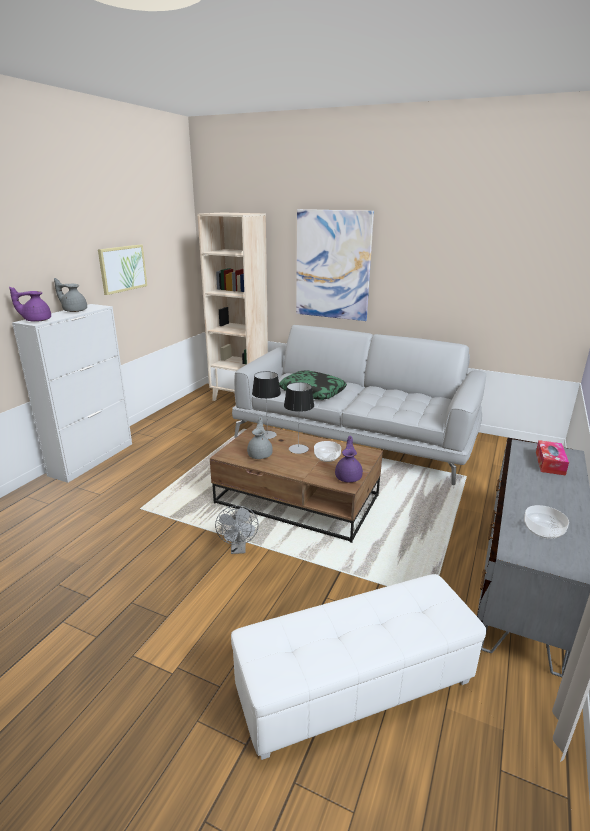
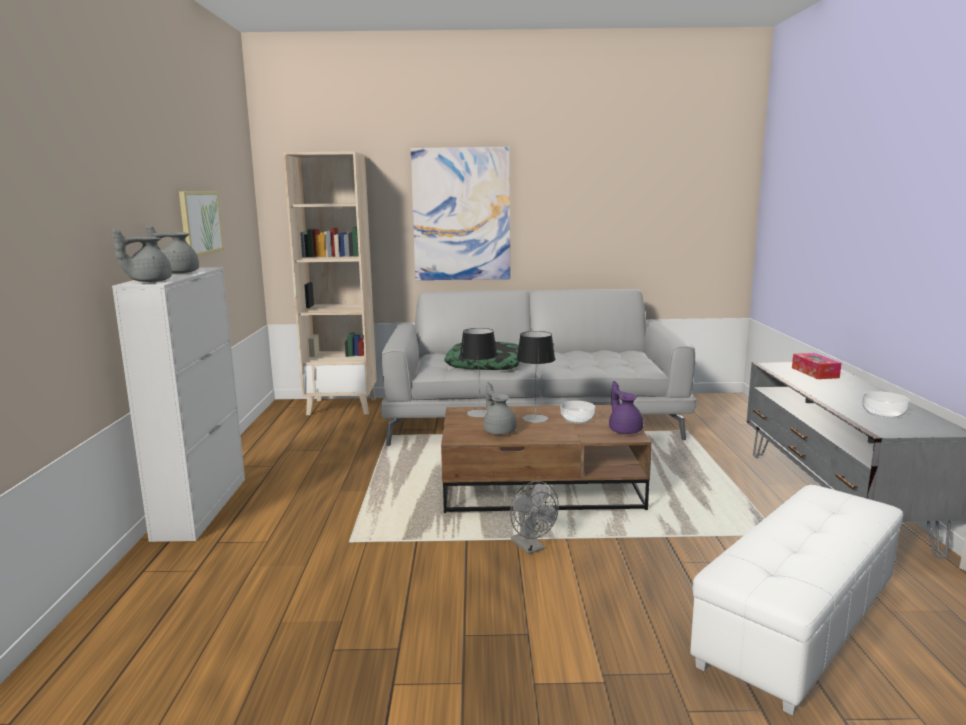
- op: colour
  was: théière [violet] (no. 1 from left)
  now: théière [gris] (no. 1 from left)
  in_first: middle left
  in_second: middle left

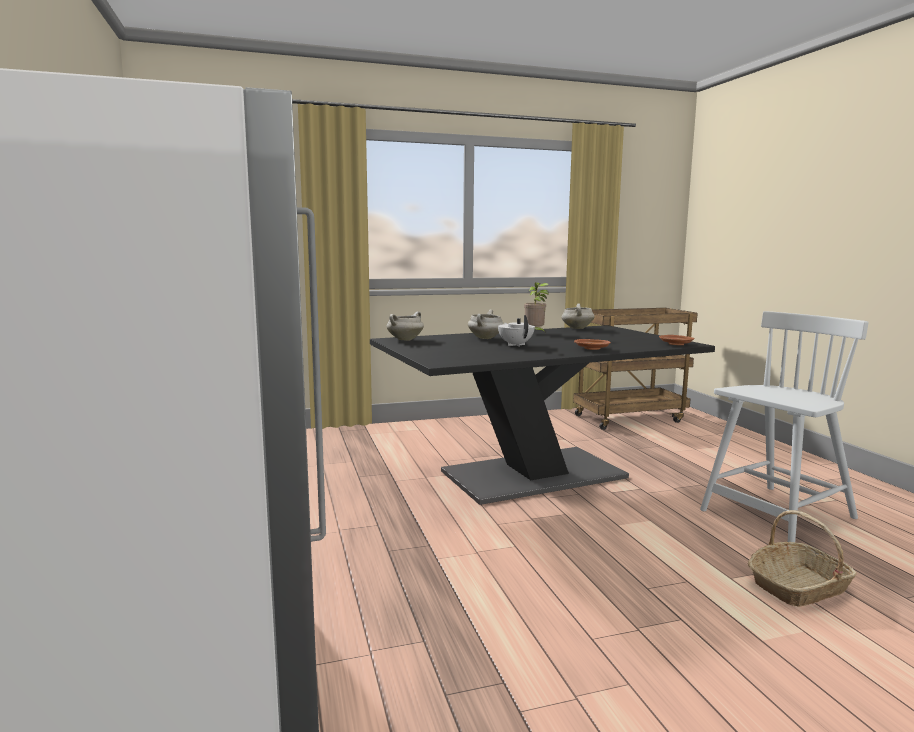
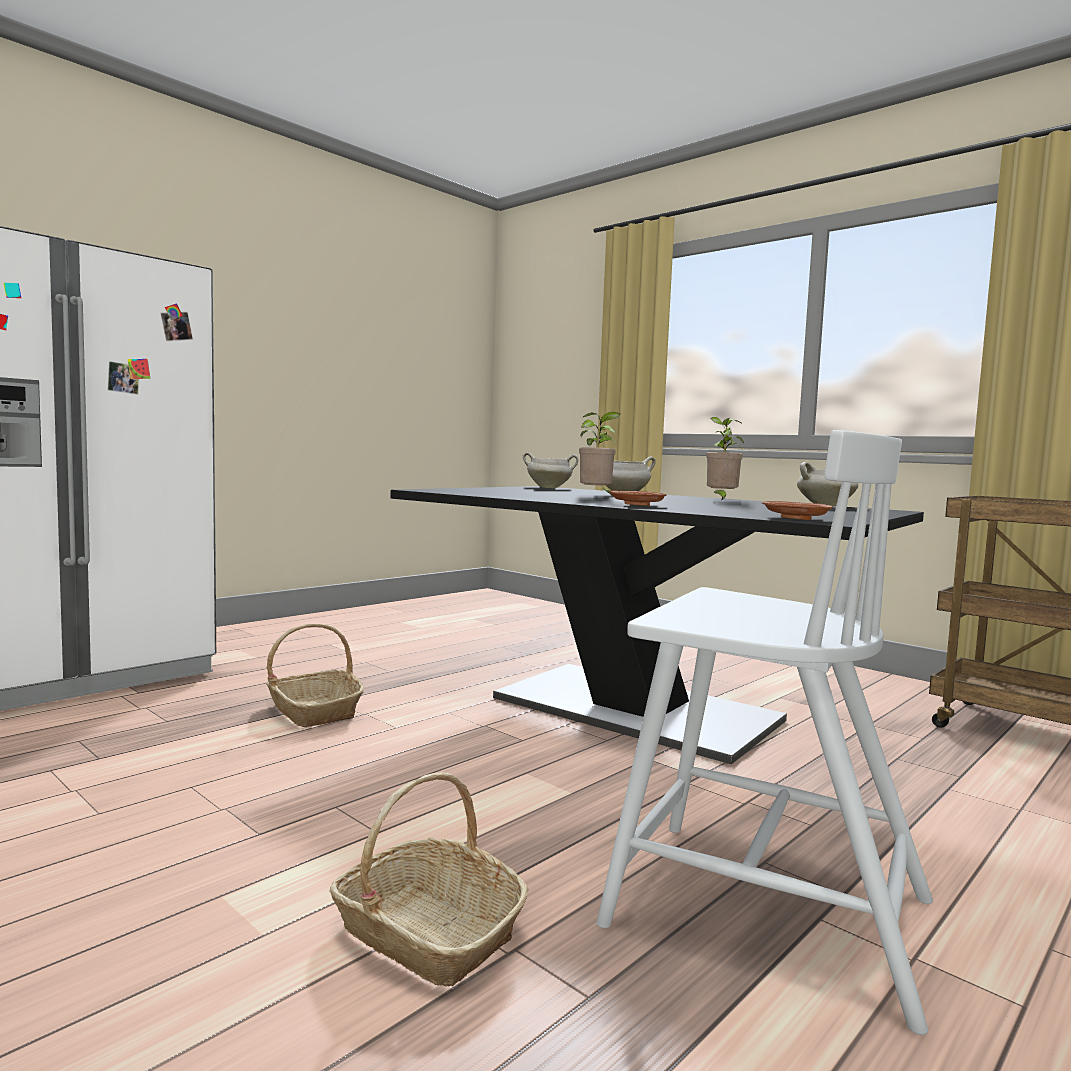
- op: appeared
  now: panier (no. 1 from left)
  in_second: middle left
- op: exchanged
  was: théière [blanc]
  now: plante en pot (no. 1 from left)
  in_first: centre
  in_second: centre

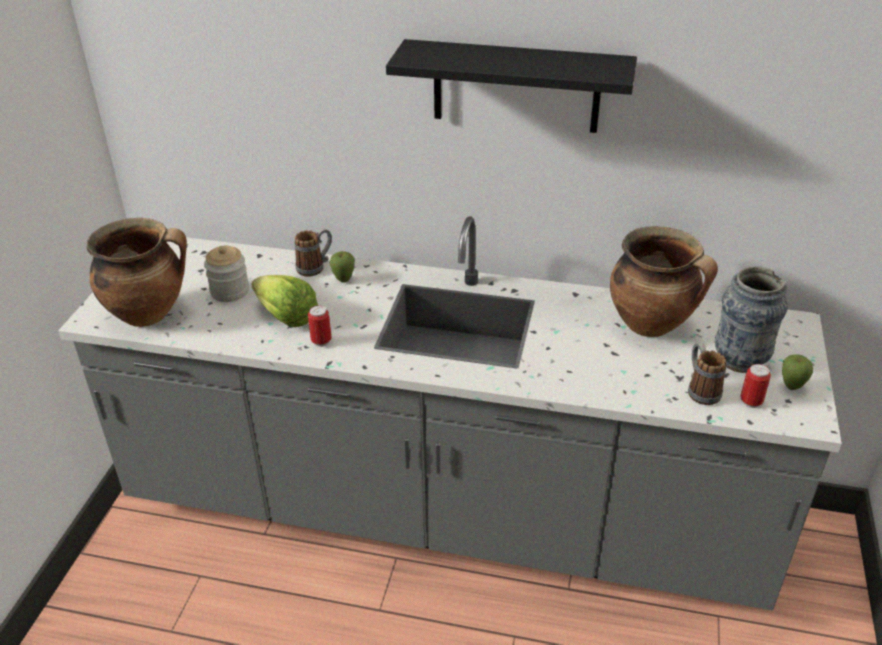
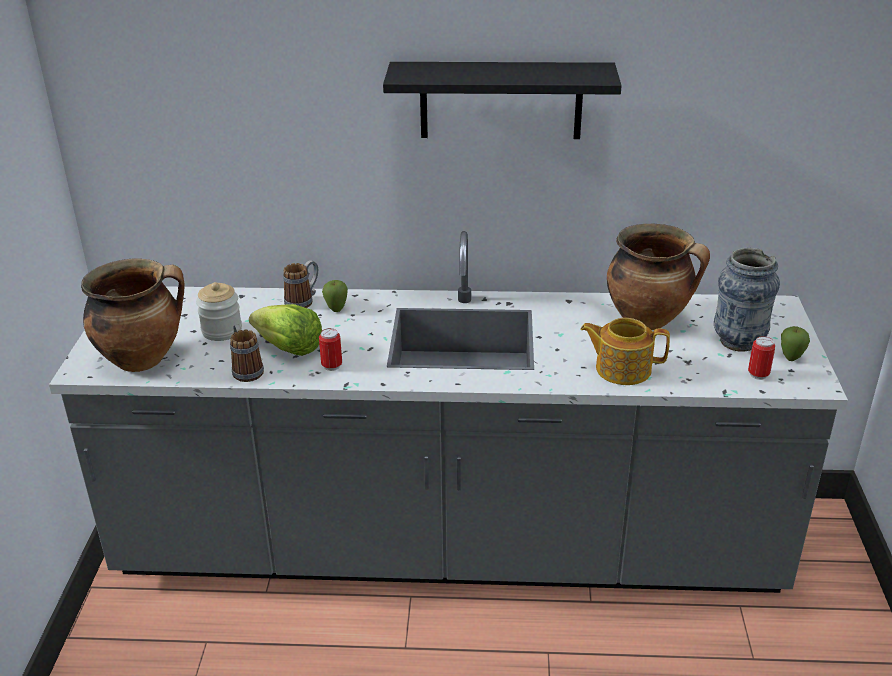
- op: appeared
  now: théière
  in_second: middle right
- op: relocated
  was: mug (no. 2 from left in the first image)
  now: mug (no. 1 from left)
  in_first: middle right
  in_second: middle left

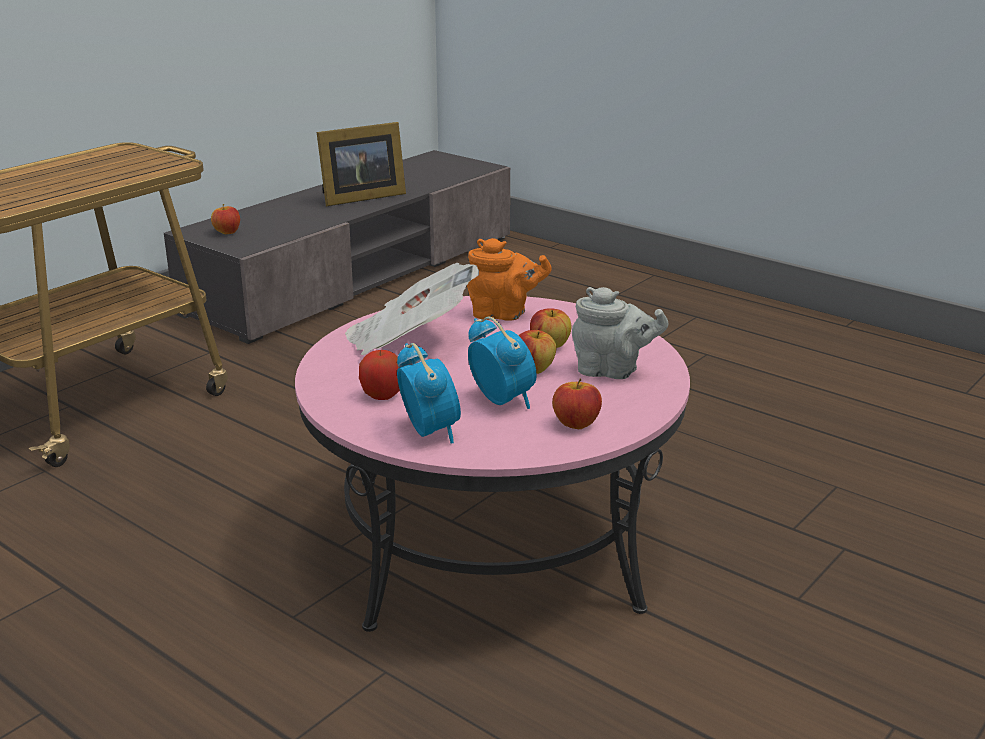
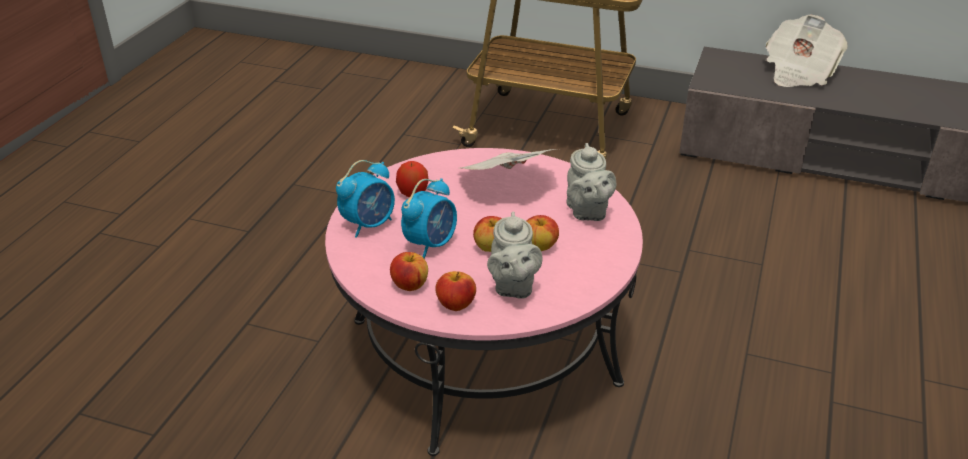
- op: missing
  was: cadre photo
  in_first: top centre
- op: appeared
  now: journal (no. 2 from left)
  in_second: top right
- op: relocated
  was: pomme (no. 1 from left in the first image)
  now: pomme (no. 3 from left)
  in_first: top left
  in_second: centre
- op: colour
  was: théière [orange]
  now: théière [gris] (no. 2 from left)
  in_first: centre
  in_second: centre

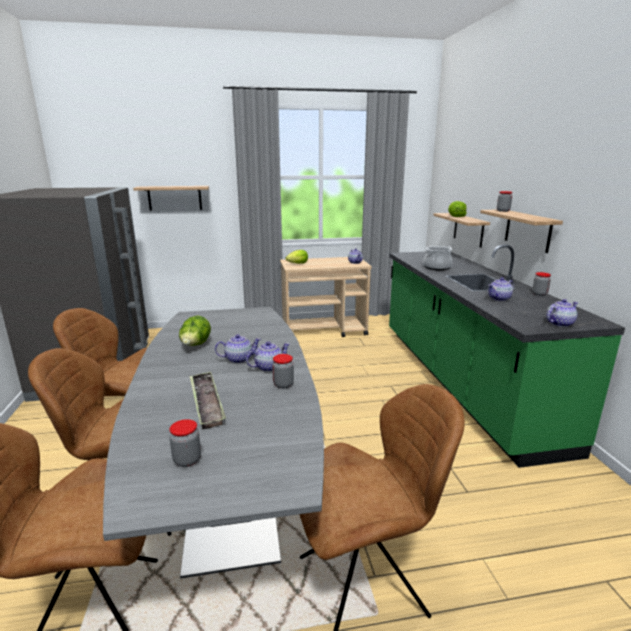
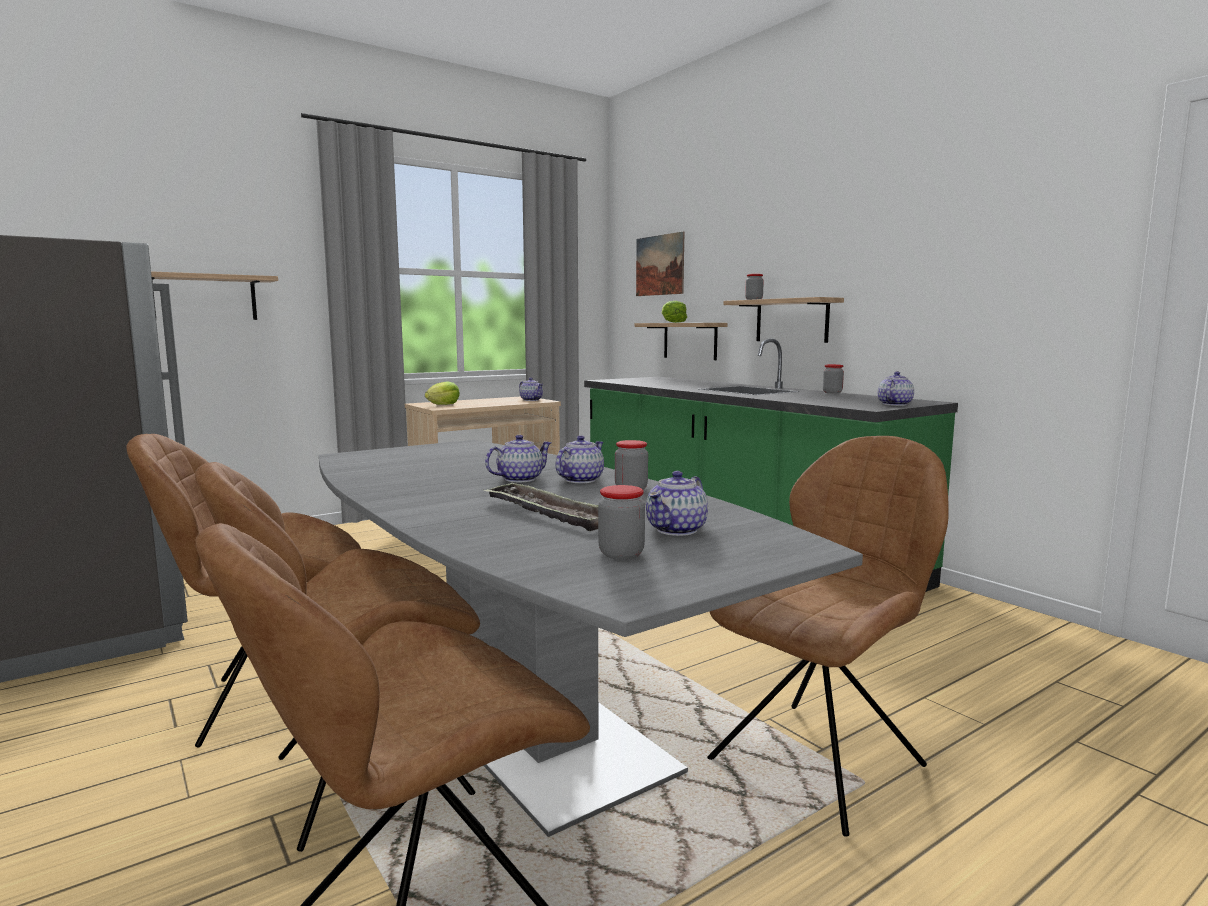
- op: missing
  was: laitue (no. 1 from left)
  in_first: middle left
- op: missing
  was: marmite
  in_first: middle right
- op: appeared
  now: tableau
  in_second: top centre
- op: relocated
  was: théière (no. 4 from left)
  in_first: middle right
  in_second: centre

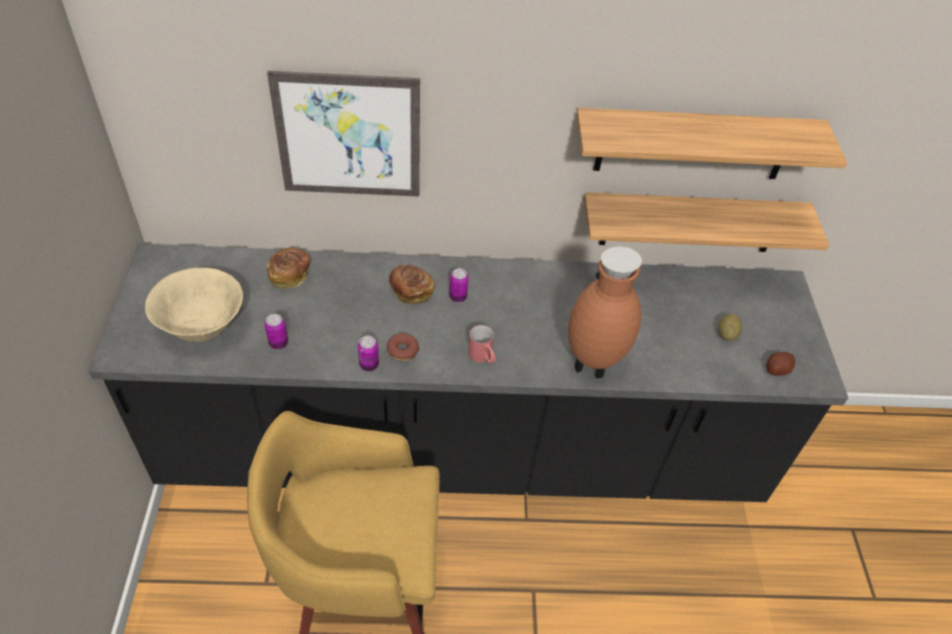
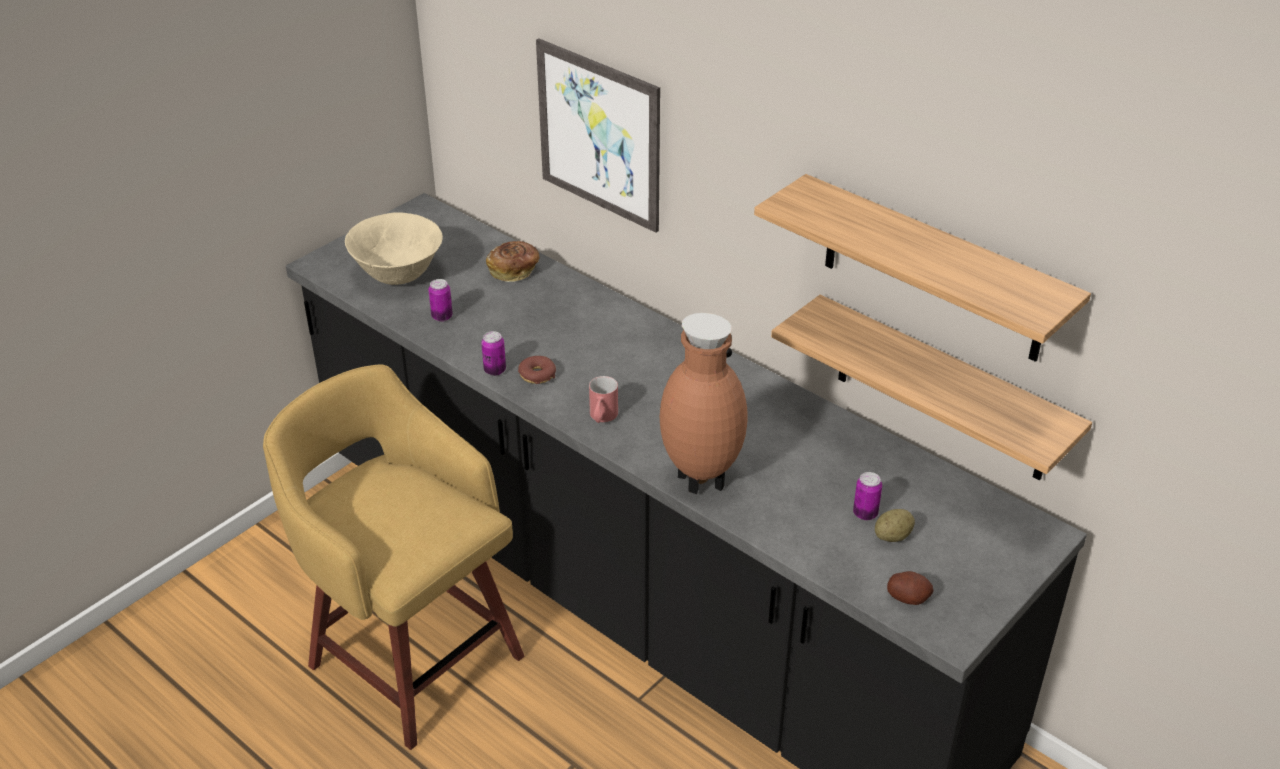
- op: missing
  was: pain (no. 2 from left)
  in_first: centre
- op: relocated
  was: boîte métallique (no. 3 from left)
  in_first: centre
  in_second: middle right

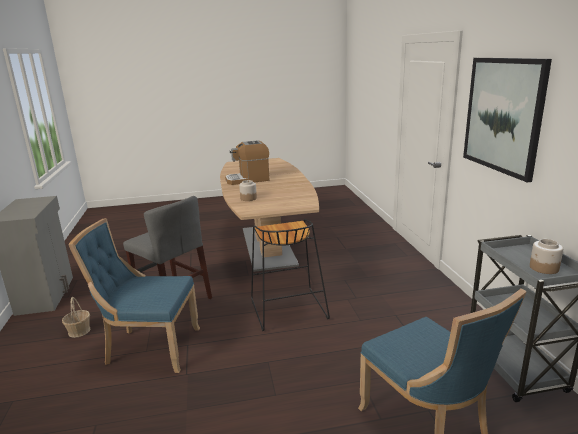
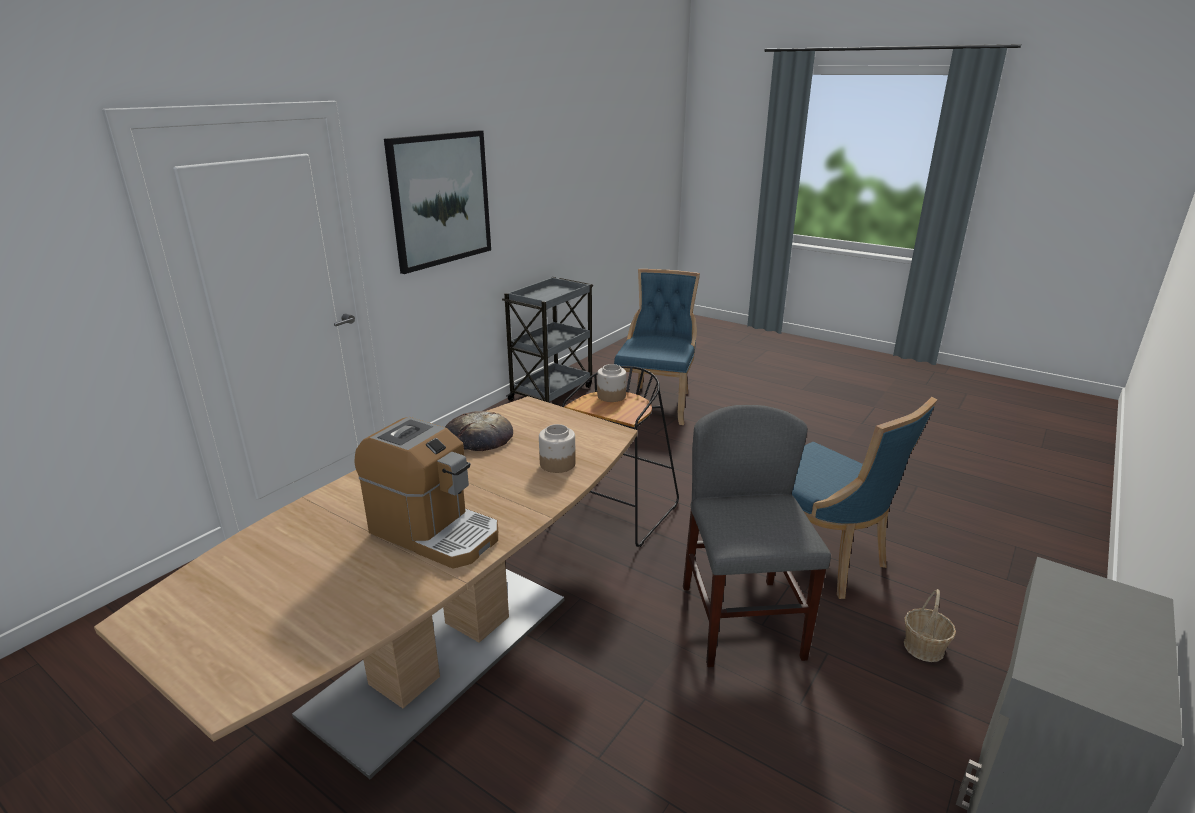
- op: appeared
  now: pain
  in_second: centre
- op: relocated
  was: bocal (no. 2 from left)
  in_first: middle right
  in_second: centre

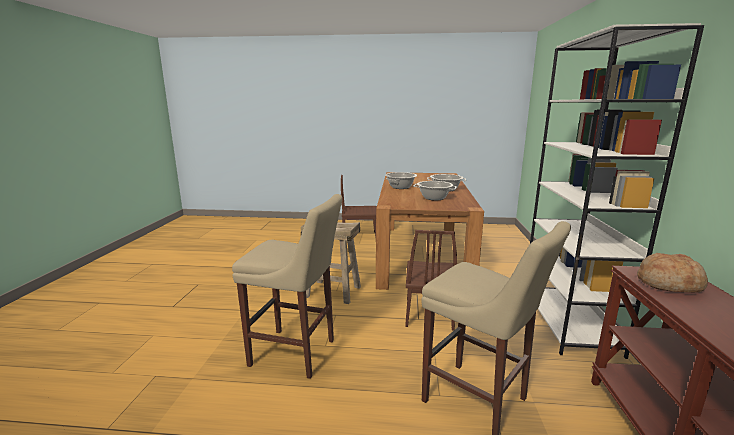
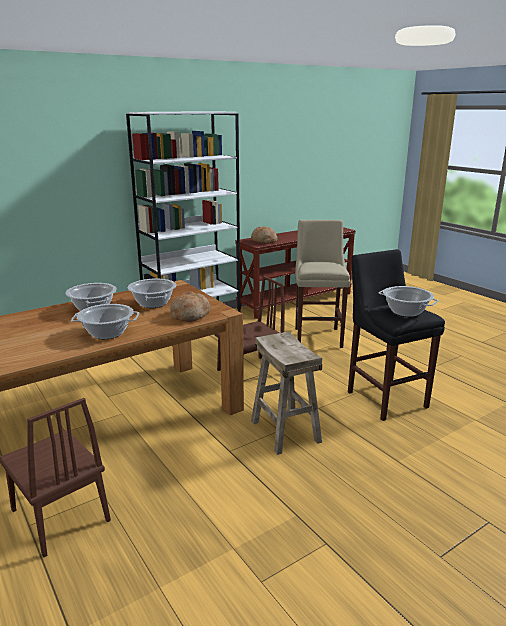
- op: appeared
  now: pain (no. 1 from left)
  in_second: centre
- op: appeared
  now: marmite (no. 4 from left)
  in_second: middle right
- op: colour
  was: tabouret [beige] (no. 1 from left)
  now: tabouret [noir]
  in_first: centre
  in_second: middle right

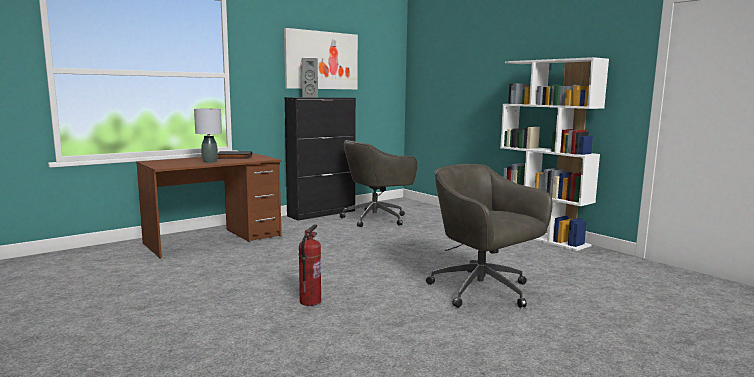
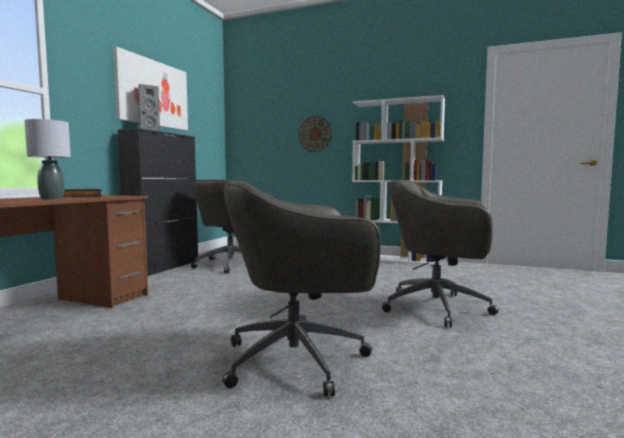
- op: appeared
  now: horloge murale
  in_second: top centre
- op: exchanged
  was: extincteur
  now: chaise de bureau [gris] (no. 2 from left)
  in_first: bottom centre
  in_second: centre

